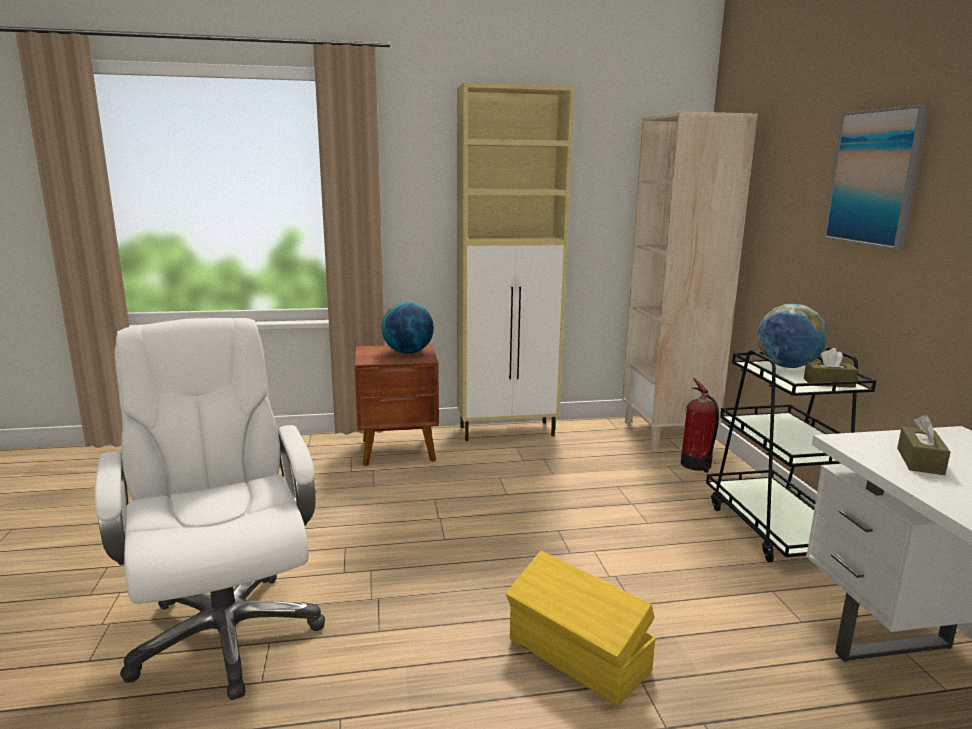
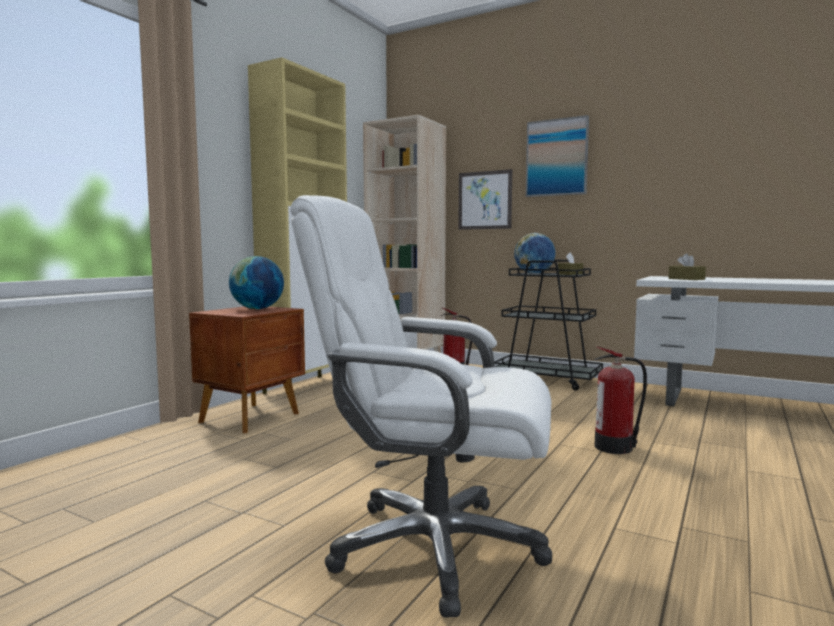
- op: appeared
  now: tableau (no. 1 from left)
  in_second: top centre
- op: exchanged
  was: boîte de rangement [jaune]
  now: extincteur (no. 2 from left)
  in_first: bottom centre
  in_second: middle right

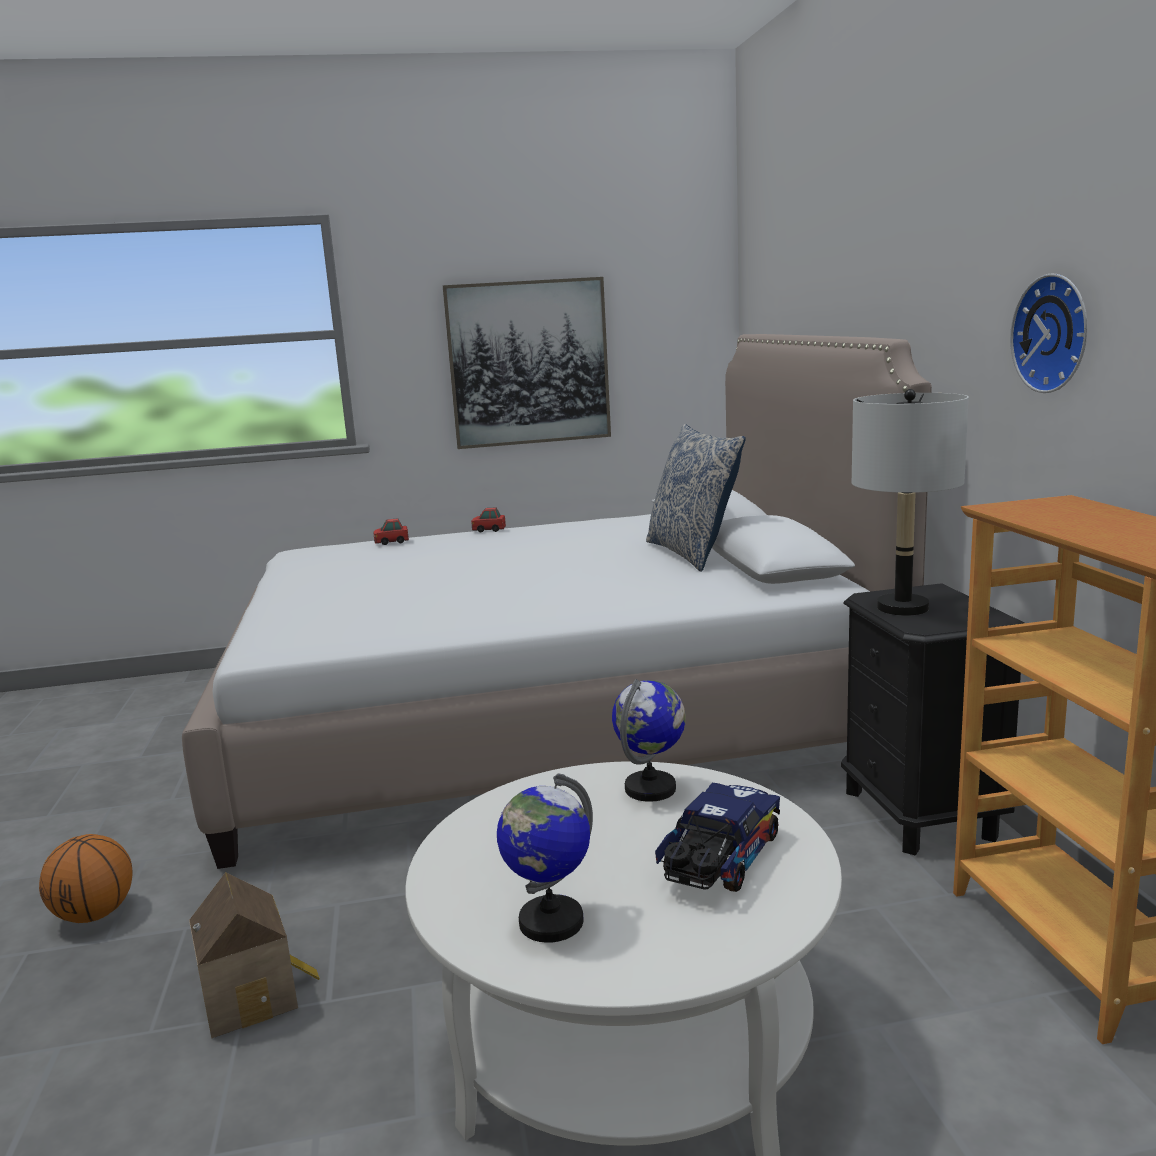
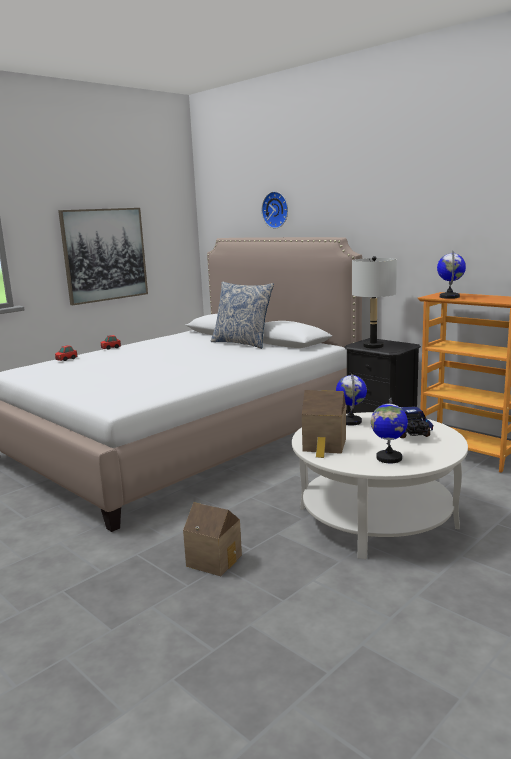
- op: missing
  was: ballon de basket
  in_first: bottom left
- op: appeared
  now: maison miniature (no. 2 from left)
  in_second: centre
- op: appeared
  now: globe (no. 3 from left)
  in_second: middle right
- op: relocated
  was: horloge murale
  in_first: top right
  in_second: top centre

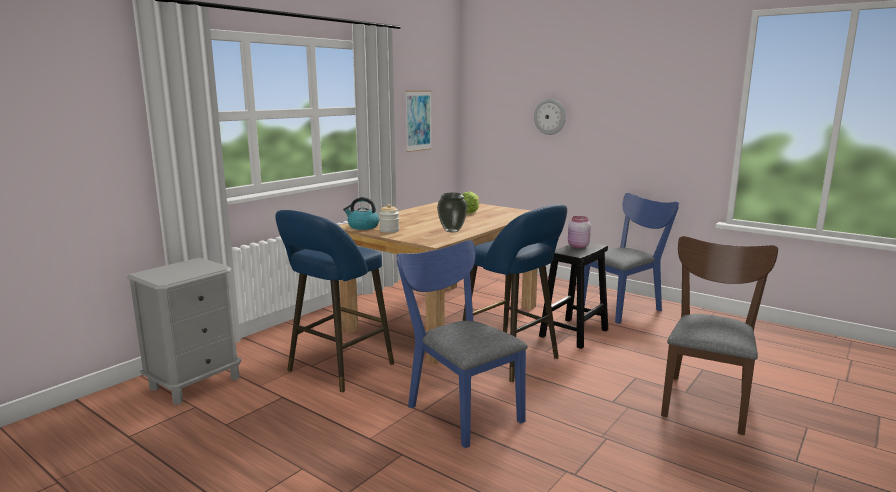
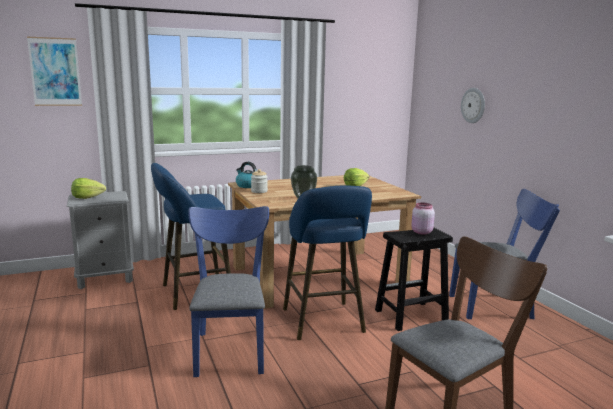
- op: appeared
  now: laitue (no. 1 from left)
  in_second: middle left
- op: relocated
  was: tableau
  in_first: top centre
  in_second: top left

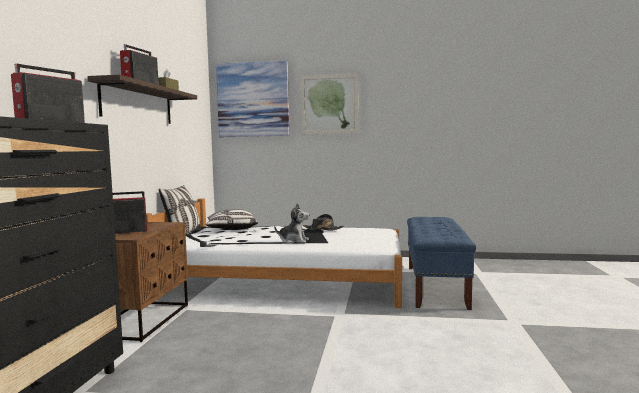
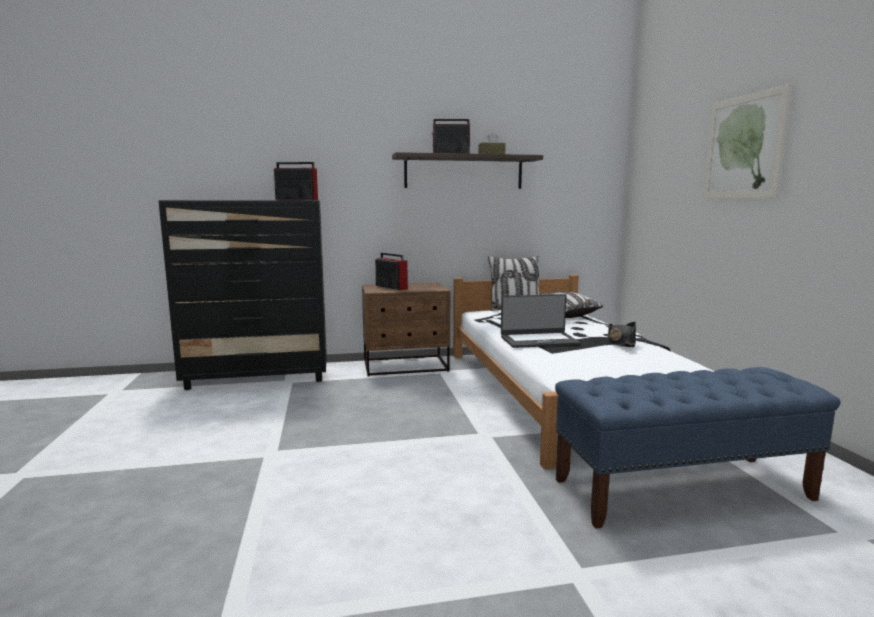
- op: missing
  was: tableau (no. 1 from left)
  in_first: top centre
- op: exchanged
  was: peluche
  now: ordinateur portable
  in_first: centre
  in_second: centre

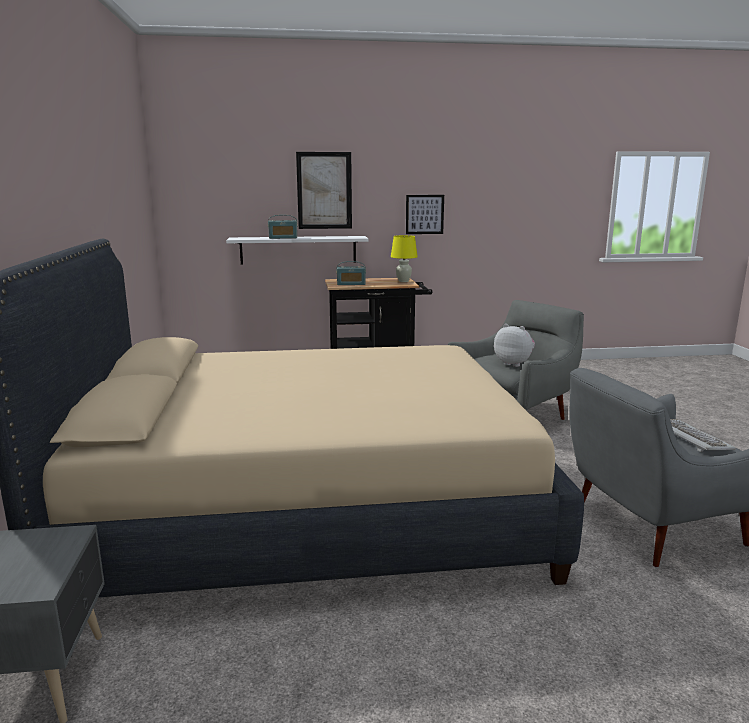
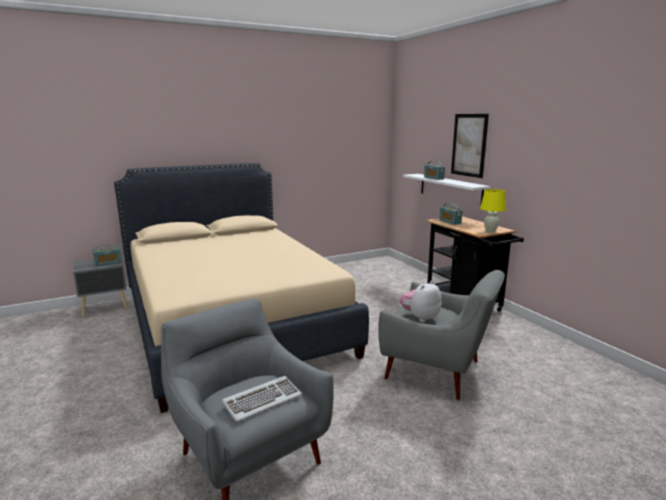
- op: missing
  was: tableau (no. 2 from left)
  in_first: top centre
- op: appeared
  now: radio (no. 1 from left)
  in_second: middle left
- op: spun
  was: peluche
  in_first: middle right
  in_second: centre
  clockwise: -150

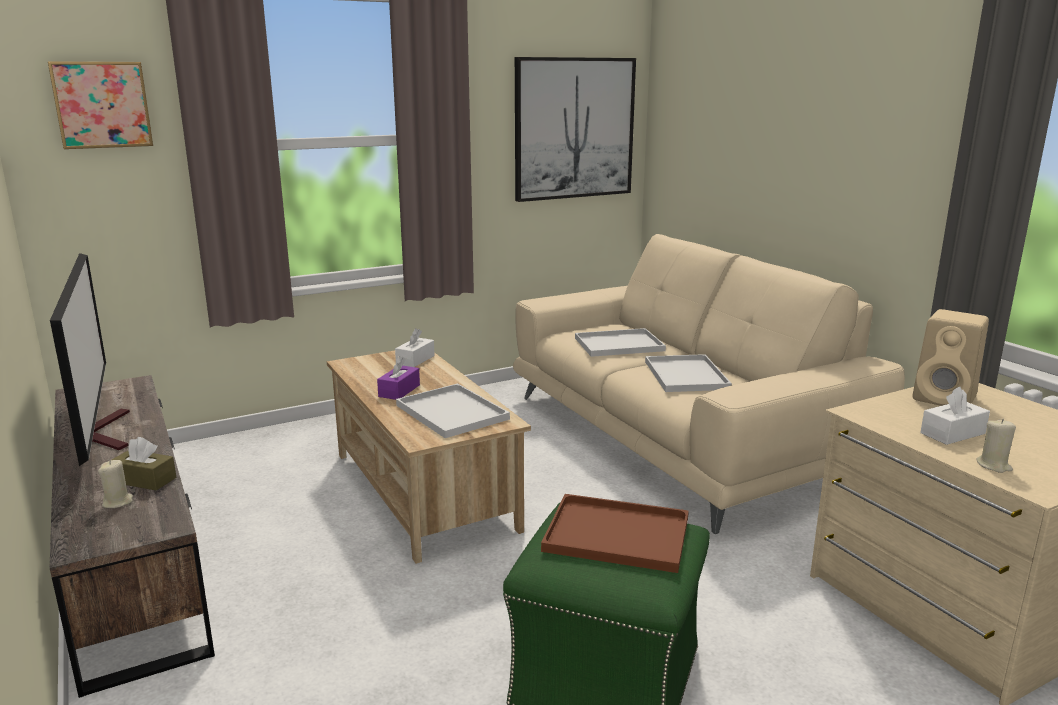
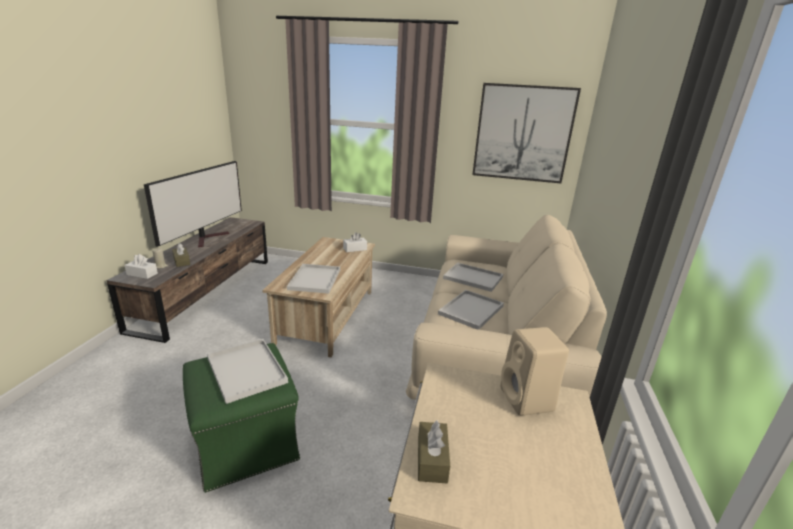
- op: missing
  was: tableau (no. 1 from left)
  in_first: top left
- op: missing
  was: boîte à mouchoirs [violet]
  in_first: centre
- op: relocated
  was: boîte à mouchoirs [blanc] (no. 2 from left in the first image)
  now: boîte à mouchoirs [blanc] (no. 1 from left)
  in_first: middle right
  in_second: middle left
- op: exchanged
  was: bougie [beige] (no. 2 from left)
  now: boîte à mouchoirs [marron] (no. 2 from left)
  in_first: middle right
  in_second: bottom centre
- op: colour
  was: plateau [marron]
  now: plateau [blanc] (no. 1 from left)
  in_first: bottom centre
  in_second: bottom left

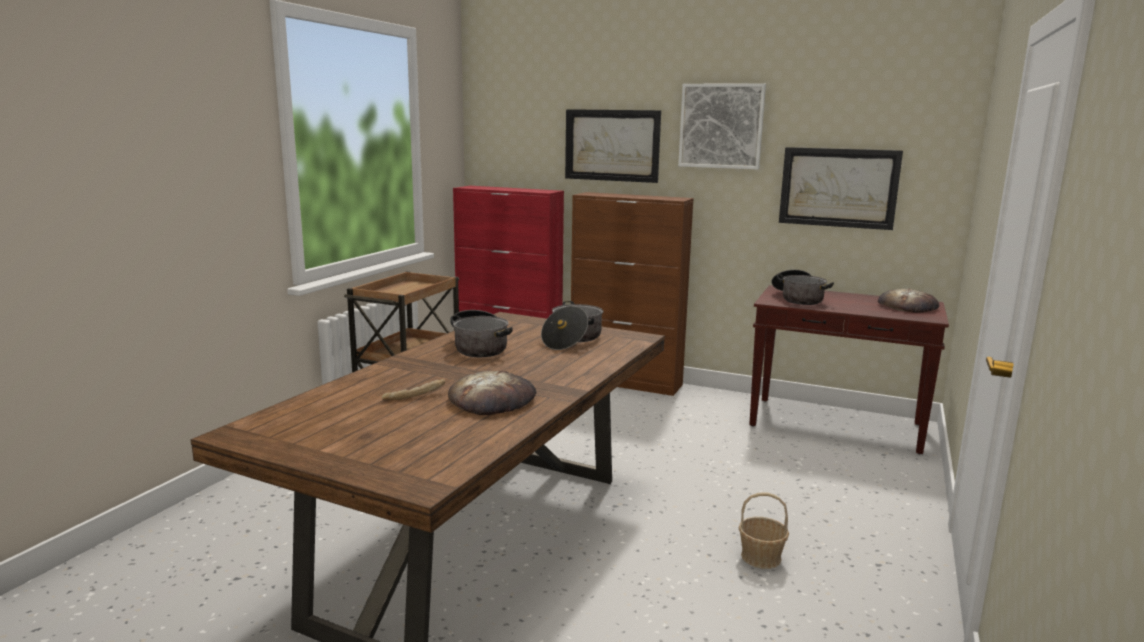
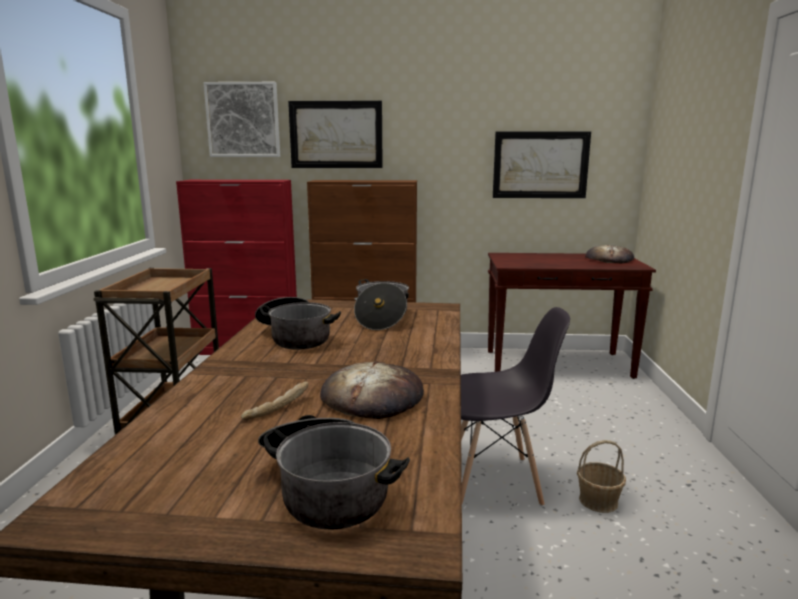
- op: appeared
  now: chaise [gris]
  in_second: bottom centre
- op: relocated
  was: tableau (no. 2 from left in the first image)
  now: tableau (no. 1 from left)
  in_first: top centre
  in_second: top left
- op: relocated
  was: marmite (no. 3 from left in the first image)
  now: marmite (no. 2 from left)
  in_first: middle right
  in_second: bottom centre

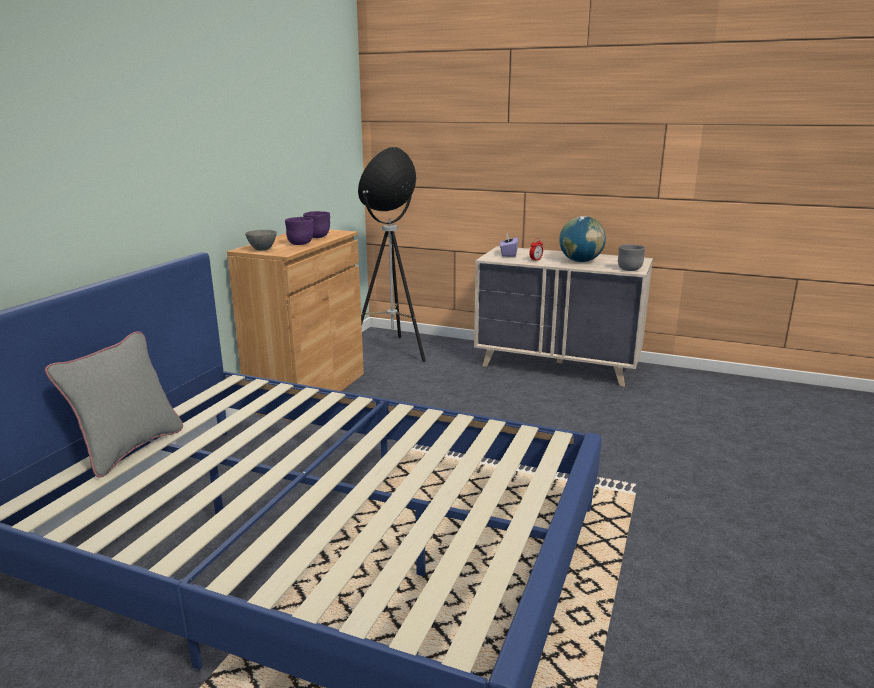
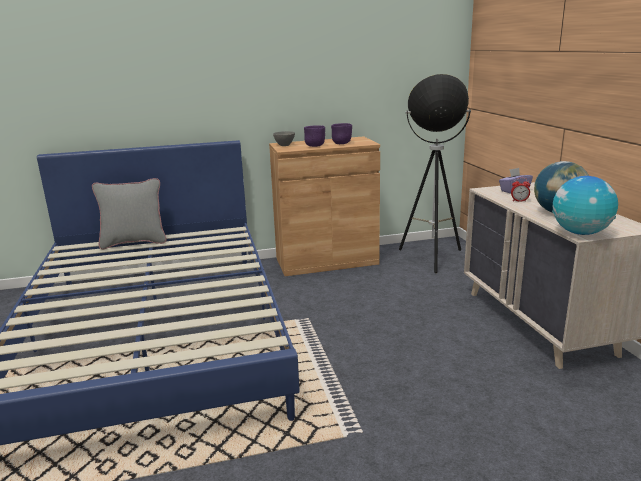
- op: exchanged
  was: bol [gris] (no. 2 from left)
  now: globe (no. 2 from left)
  in_first: middle right
  in_second: middle right

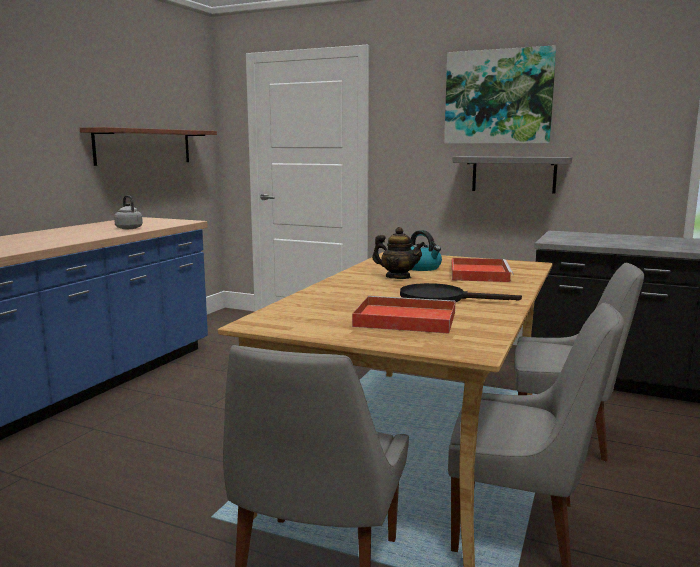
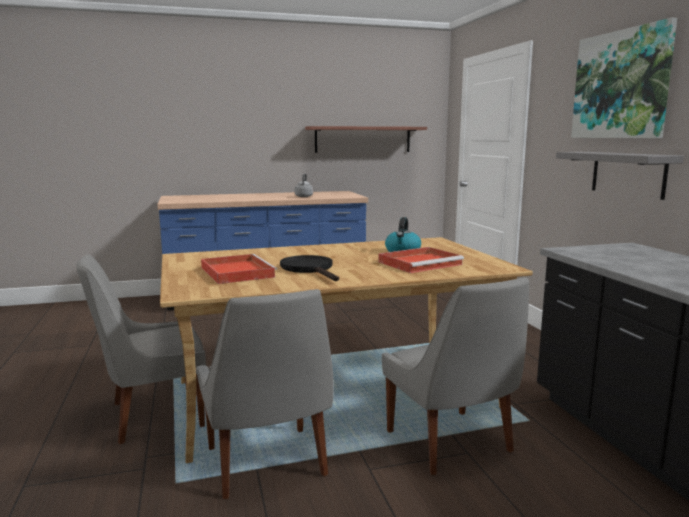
- op: missing
  was: théière
  in_first: centre

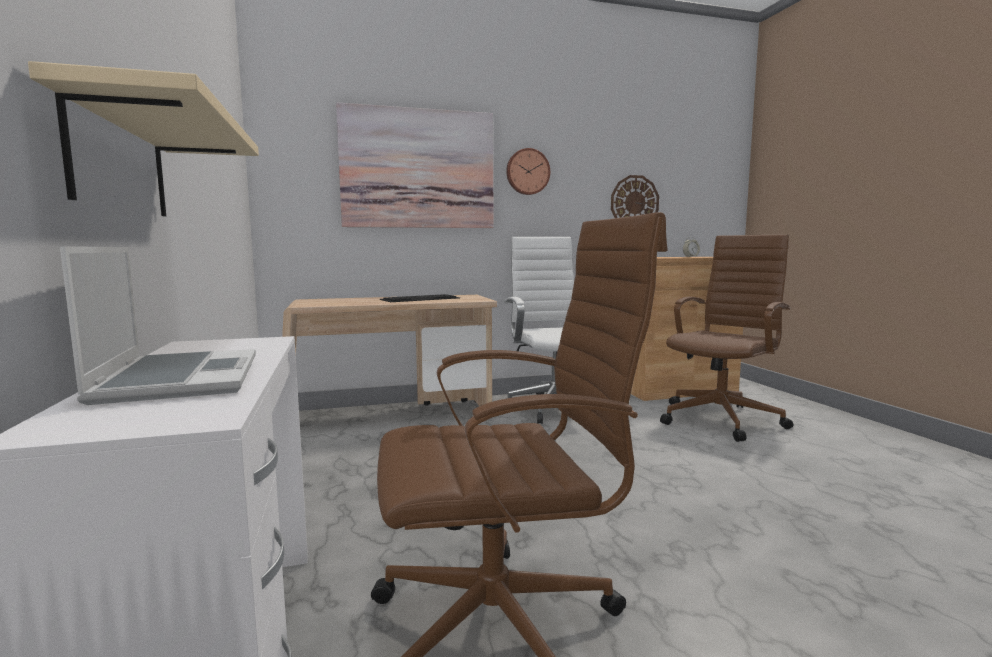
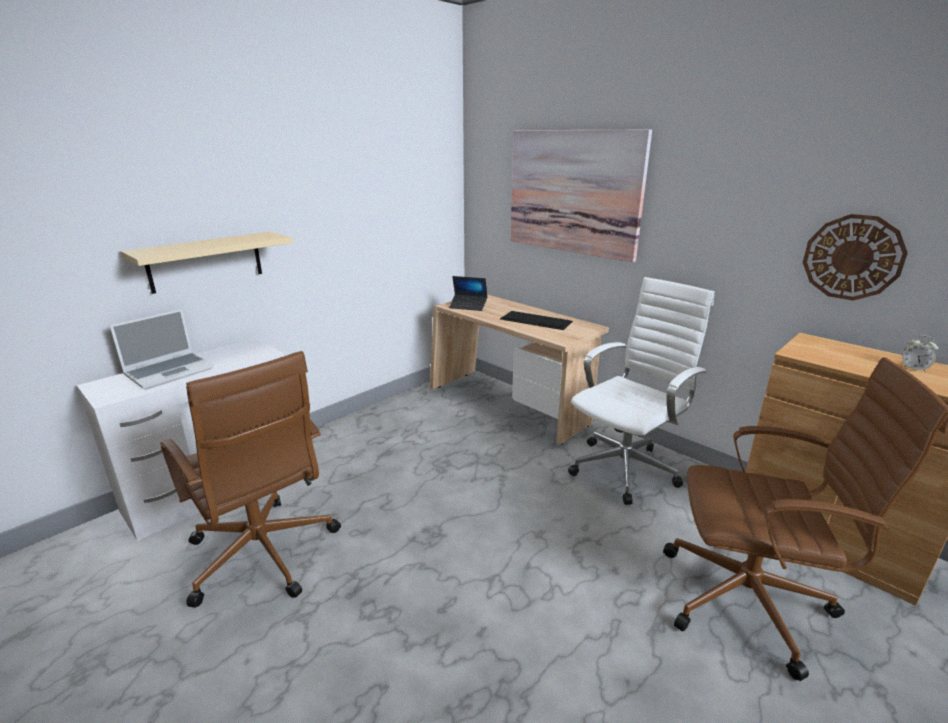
- op: missing
  was: horloge murale (no. 1 from left)
  in_first: top centre
- op: appeared
  now: ordinateur portable (no. 2 from left)
  in_second: centre

